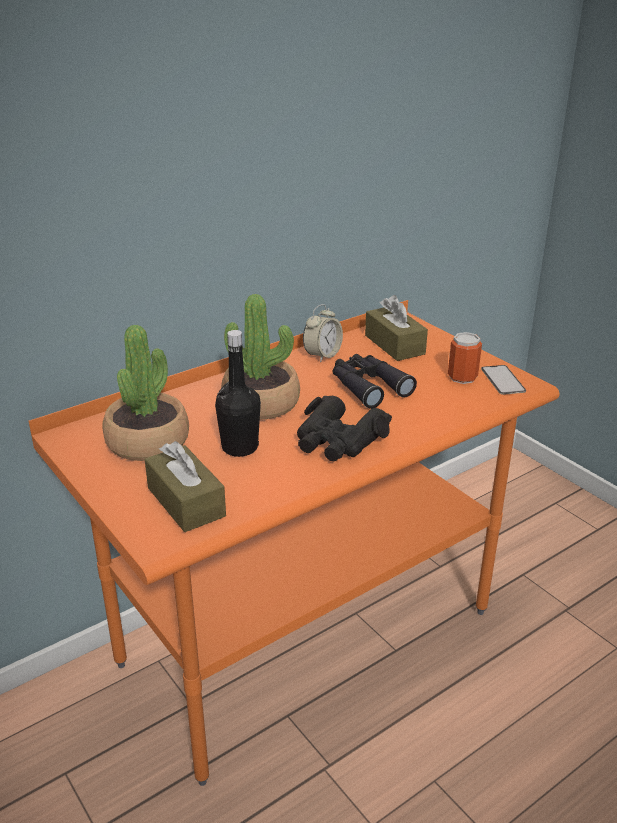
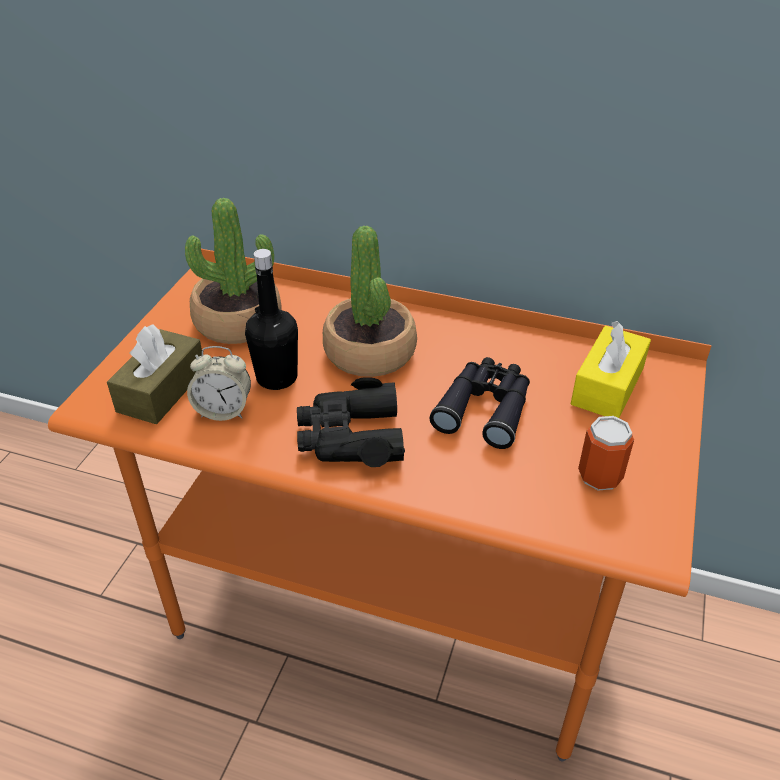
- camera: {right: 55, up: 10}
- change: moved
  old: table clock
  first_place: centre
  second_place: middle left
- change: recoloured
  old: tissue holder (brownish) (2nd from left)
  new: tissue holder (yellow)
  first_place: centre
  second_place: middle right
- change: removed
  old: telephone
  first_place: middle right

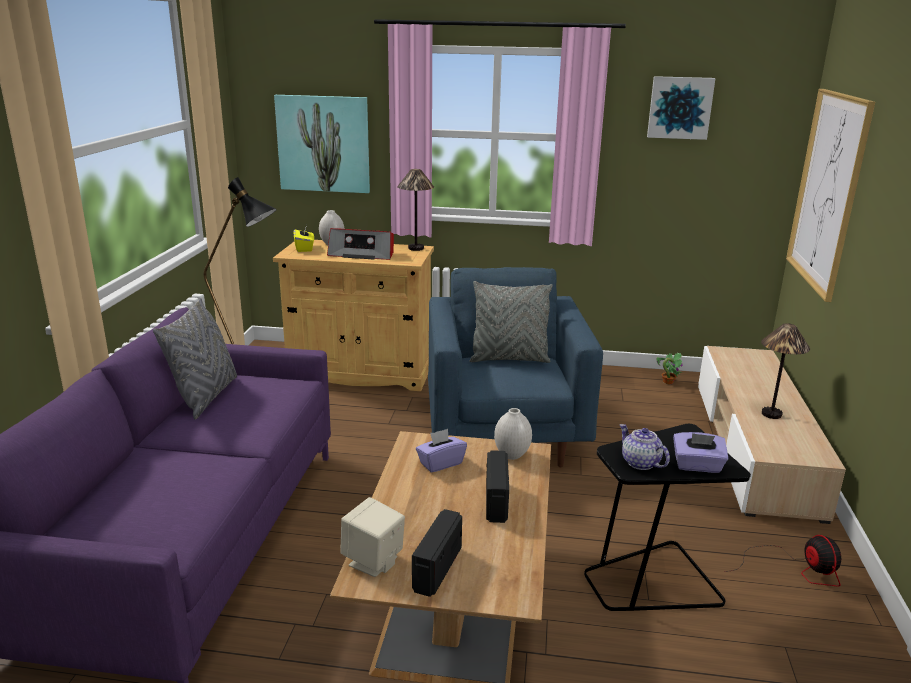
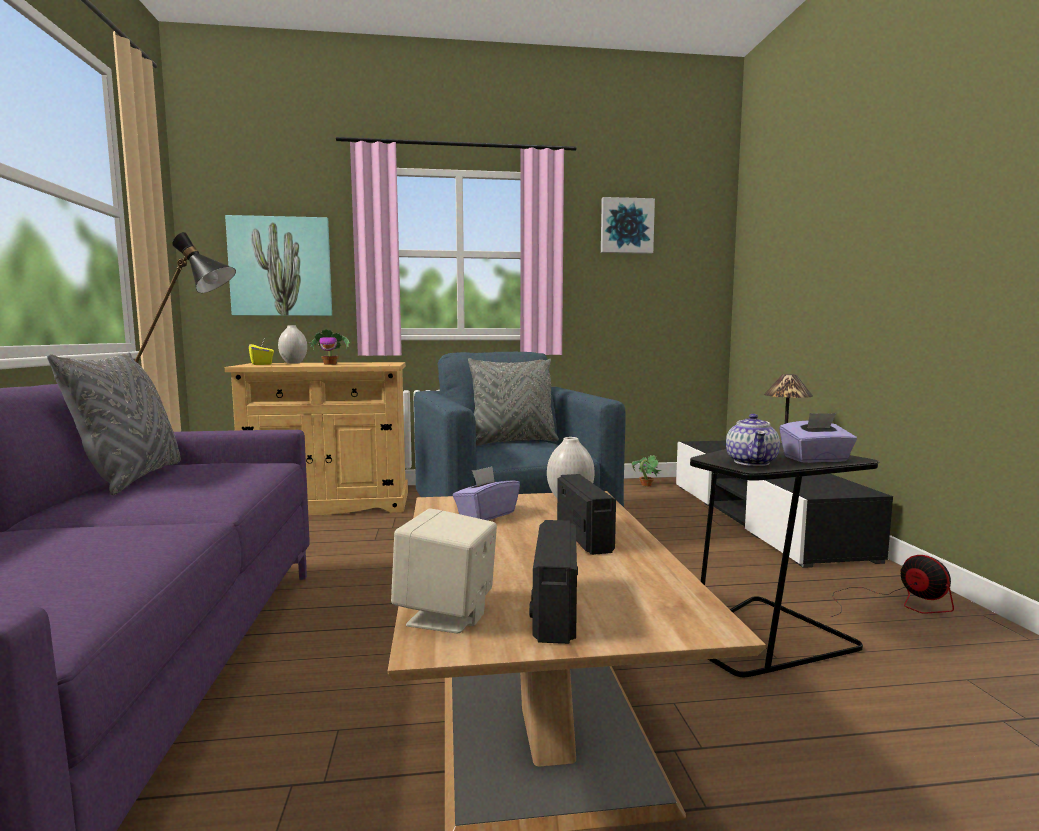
- camera: {right: -15, up: -15}
- change: replaced
  old: radio (1st from left)
  new: potted plant (1st from left)
  first_place: centre
  second_place: middle left
- change: recoloured
  old: tv stand (beige-coloured)
  new: tv stand (blackish)
  first_place: middle right
  second_place: middle right
- change: turned
  old: pot for tea
  first_place: middle right
  second_place: middle right
  degrees: -120
- change: removed
  old: lamp for a table (1st from left)
  first_place: top centre
- change: removed
  old: wall art (3rd from left)
  first_place: top right

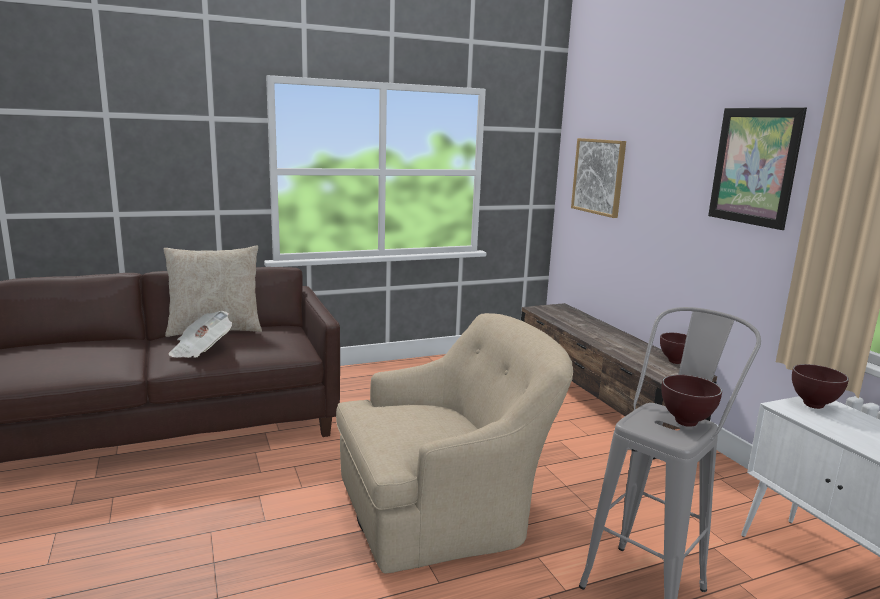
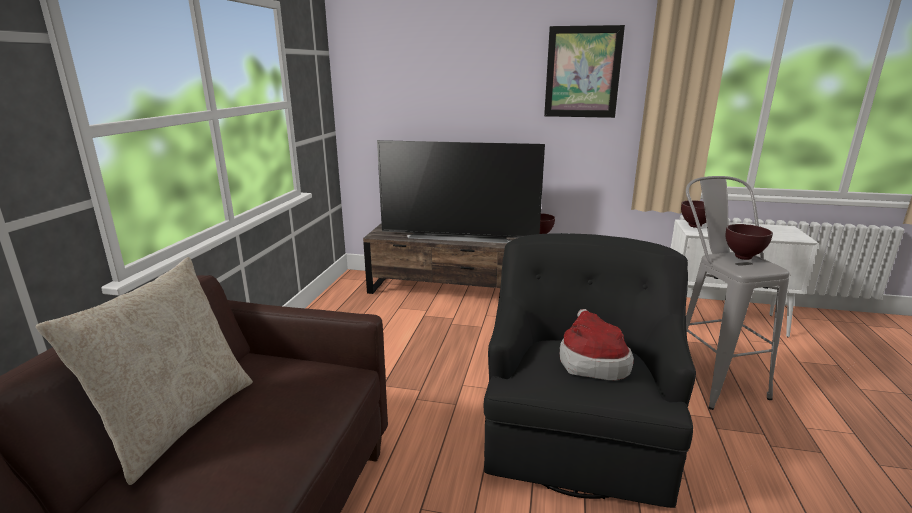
- camera: {right: -55, up: 5}
- change: added
  new: TV
  second_place: centre
- change: recoloured
  old: lounge chair (beige-coloured)
  new: lounge chair (blackish)
  first_place: bottom centre
  second_place: bottom centre
- change: added
  new: wearable hat
  second_place: bottom centre
- change: removed
  old: daily paper
  first_place: middle left
- change: removed
  old: wall art (1st from left)
  first_place: top right

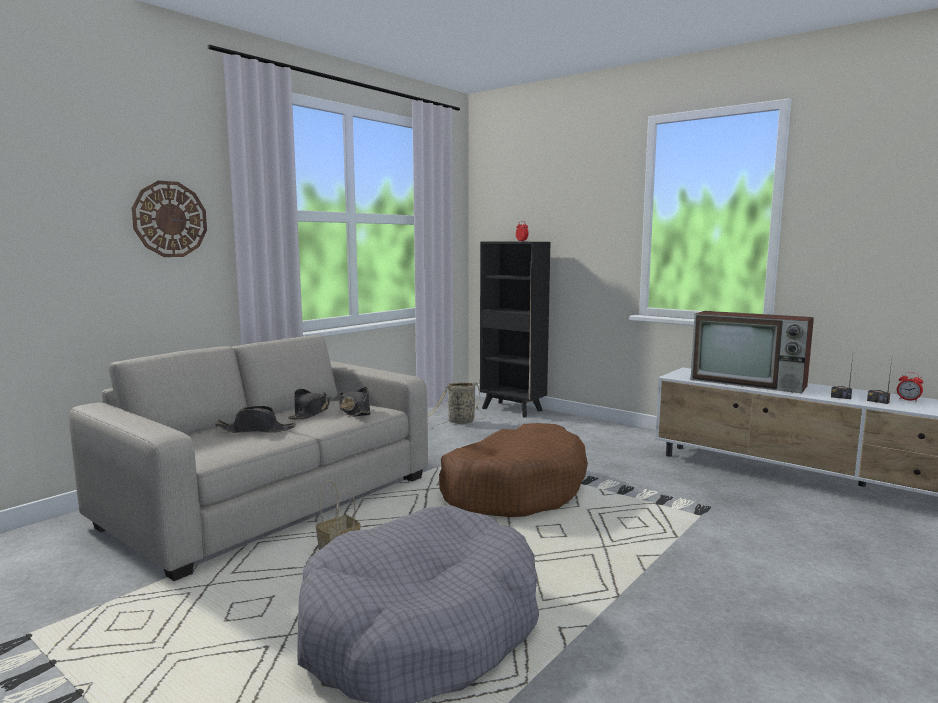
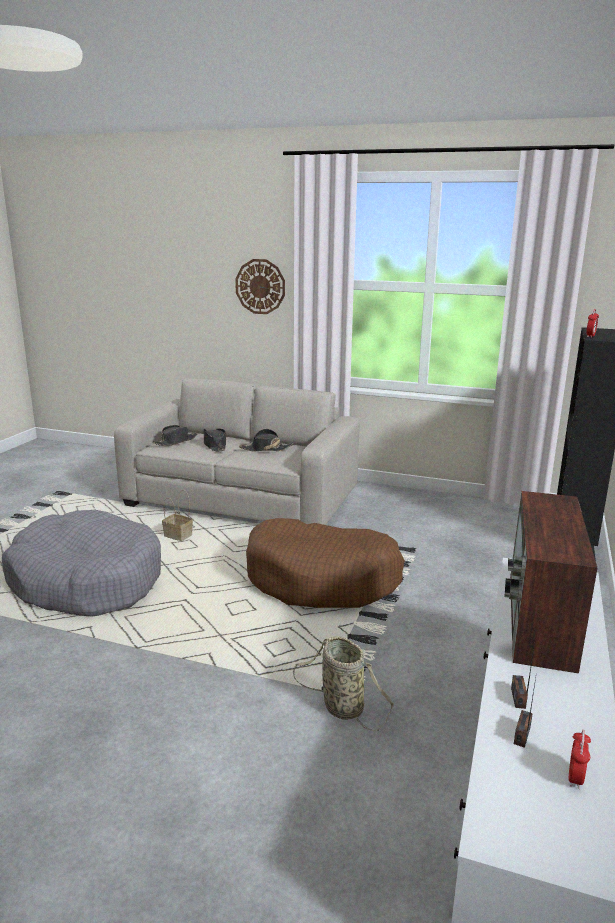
- camera: {right: 70, up: 10}
- change: moved
  old: wearable hat (blackish) (3rd from left in the first image)
  new: wearable hat (blackish) (1st from left)
  first_place: centre
  second_place: middle left
- change: moved
  old: household basket (2nd from left)
  first_place: centre
  second_place: bottom centre

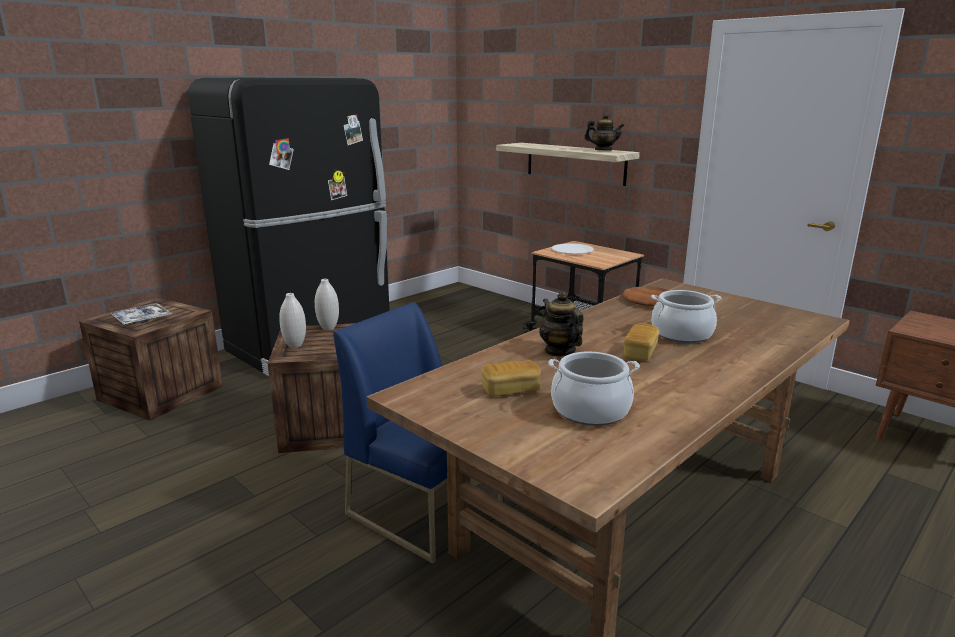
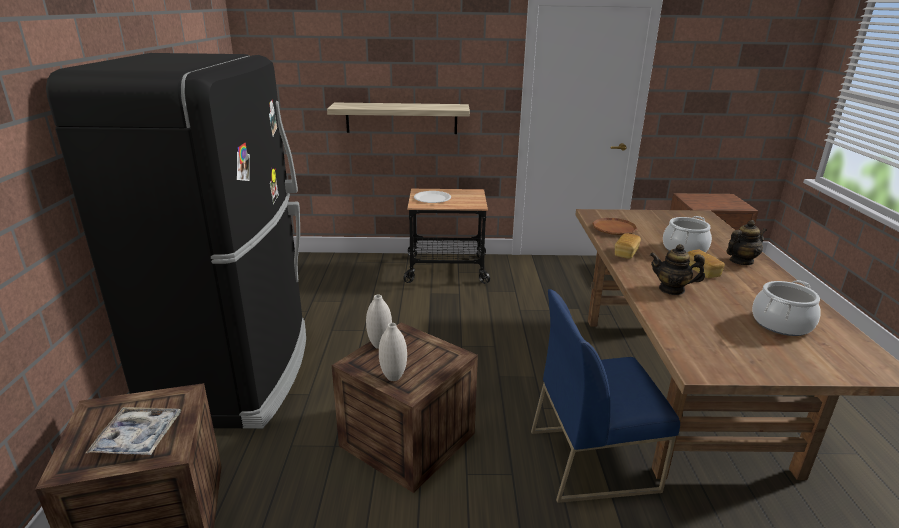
- camera: {right: -45, up: 5}
- change: moved
  old: bakery bread (1st from left)
  first_place: centre
  second_place: middle right
- change: moved
  old: pot for tea (2nd from left)
  first_place: top centre
  second_place: middle right

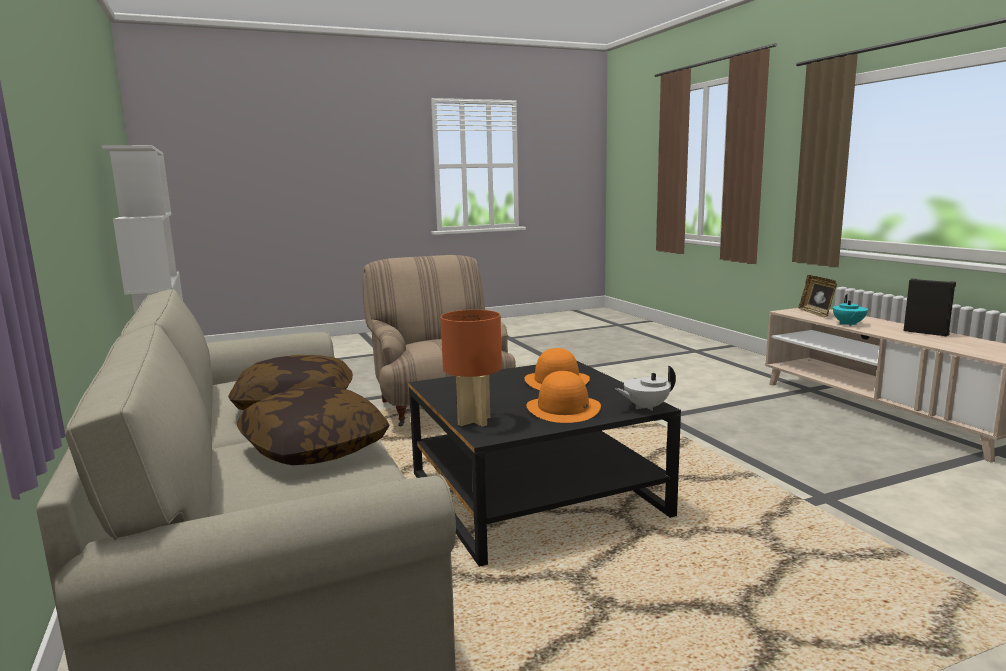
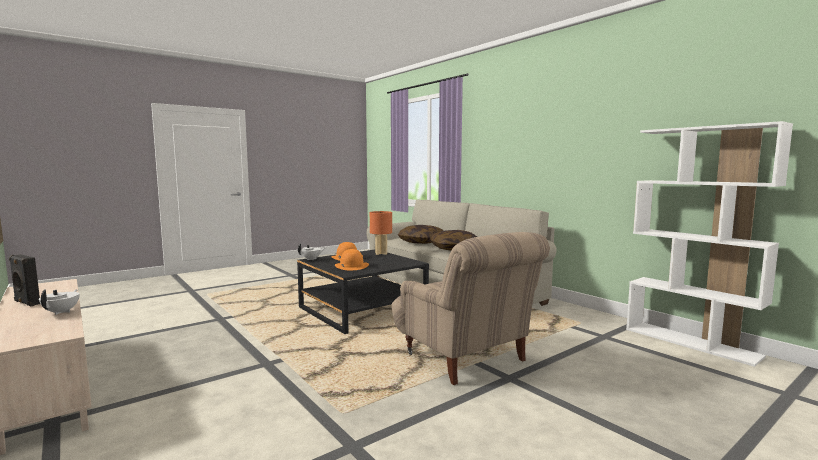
- camera: {right: 165, up: -5}
- change: recoloured
  old: pot for tea (turquoise)
  new: pot for tea (white) (1st from left)
  first_place: middle right
  second_place: middle left
- change: removed
  old: photo frame
  first_place: middle right

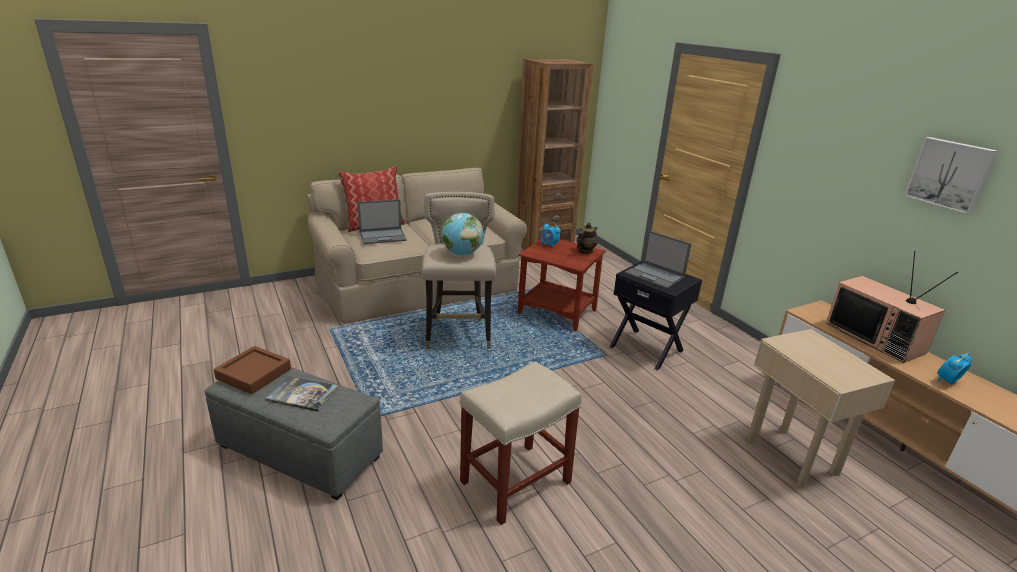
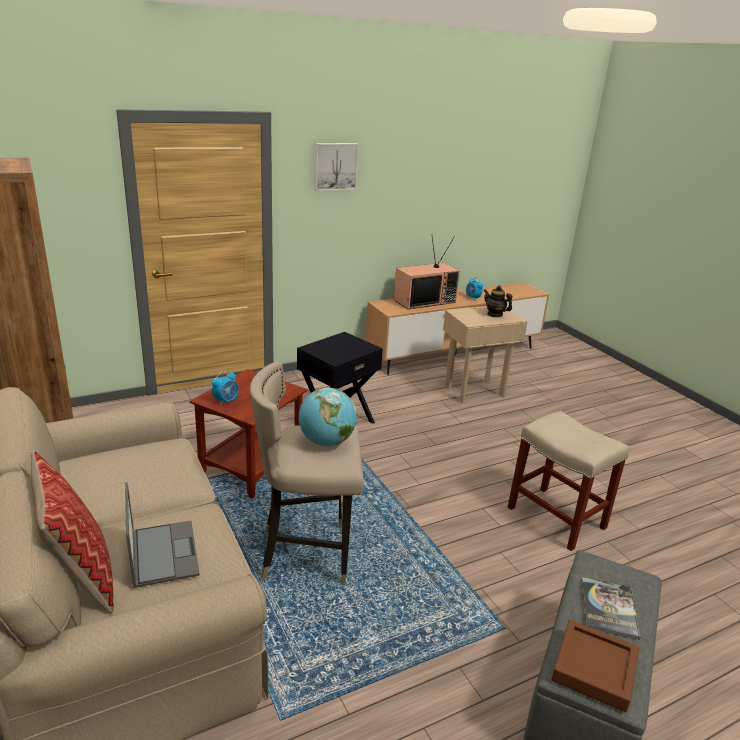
- camera: {right: -90, up: 0}
- change: moved
  old: wall art
  first_place: top right
  second_place: top centre
- change: moved
  old: pot for tea
  first_place: centre
  second_place: middle right
- change: removed
  old: portable computer (2nd from left)
  first_place: centre

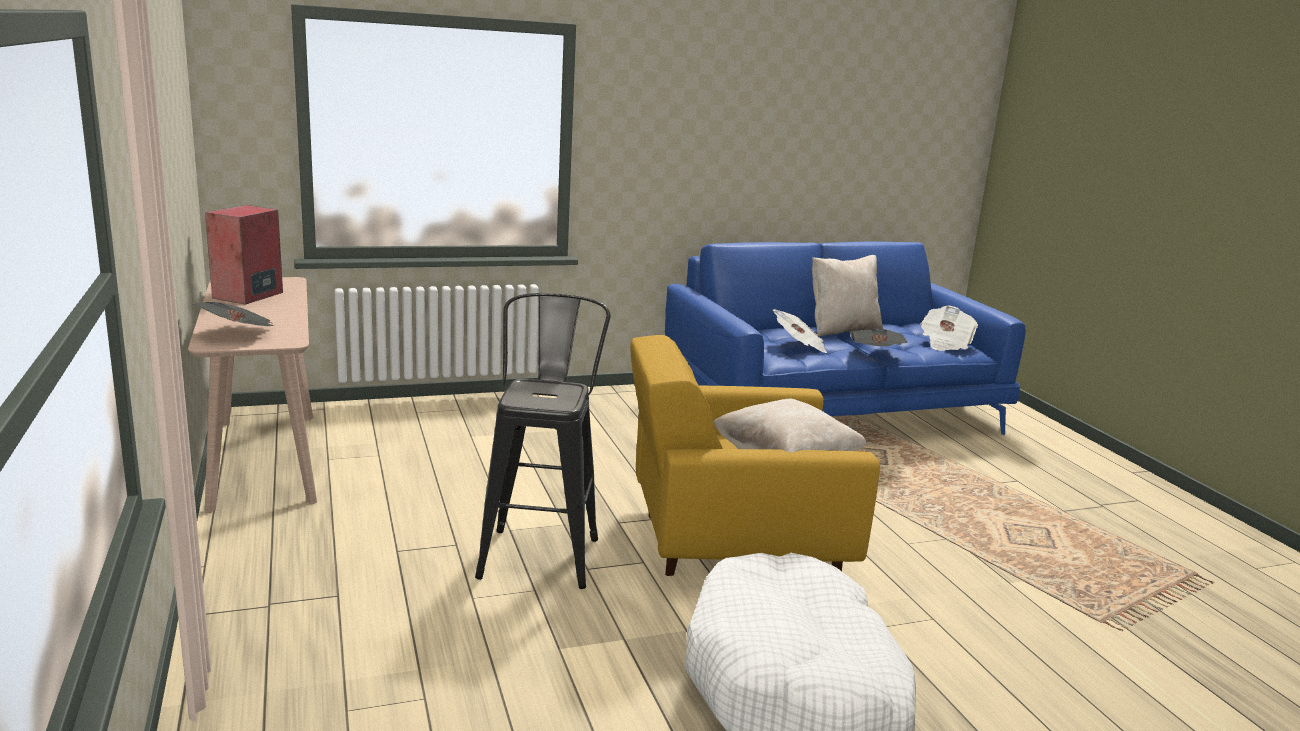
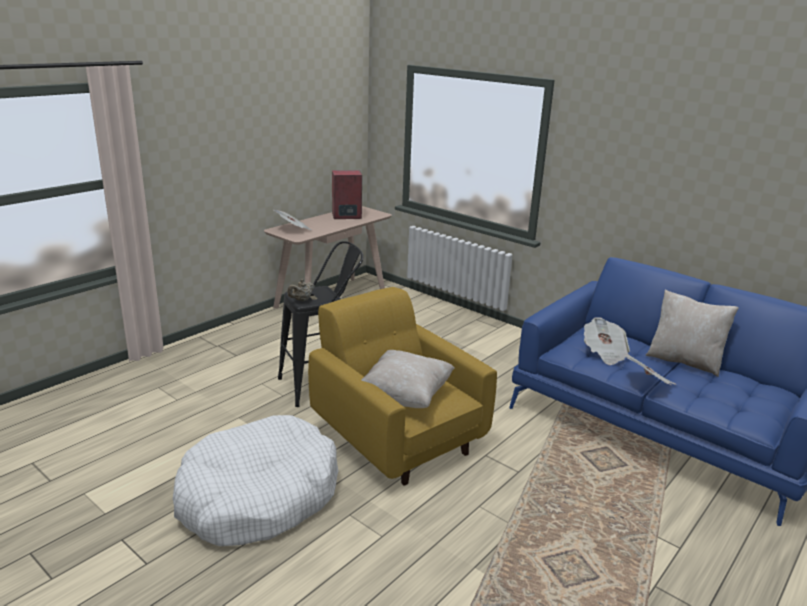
- camera: {right: 60, up: 5}
- change: added
  new: pot for tea (beige-coloured)
  second_place: centre
- change: removed
  old: daily paper (4th from left)
  first_place: middle right

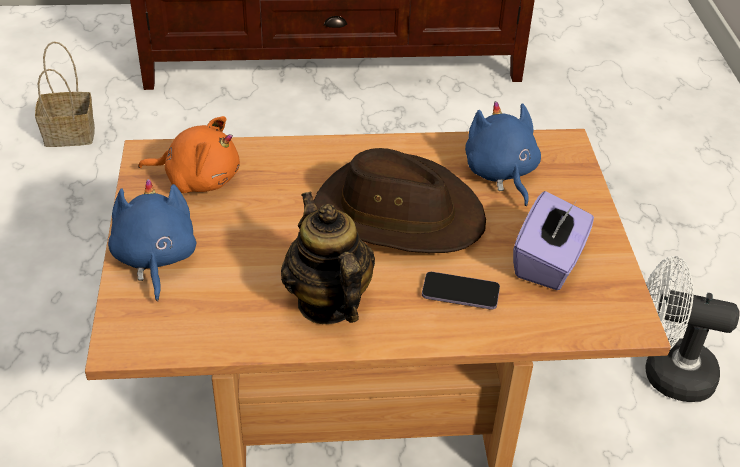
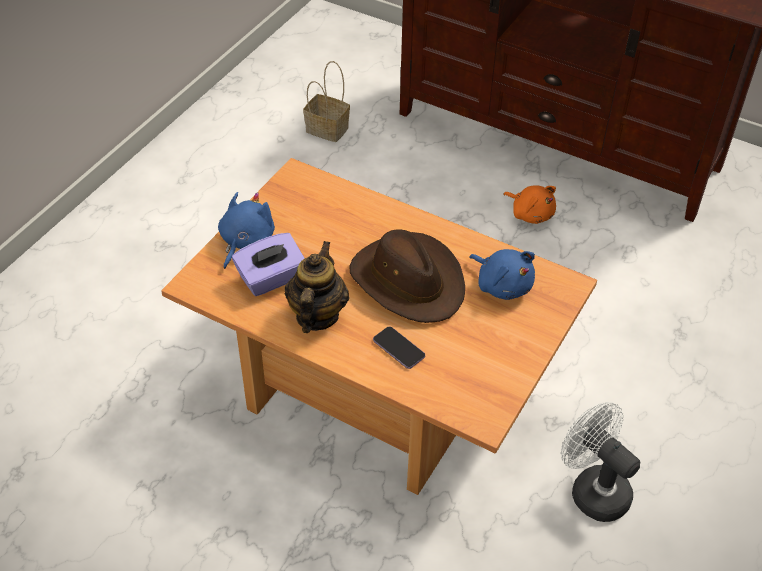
- camera: {right: 35, up: 5}
- change: moved
  old: tissue holder (purple)
  first_place: middle right
  second_place: centre
- change: turned
  old: plush toy (blue) (2nd from left)
  first_place: top right
  second_place: centre
  degrees: 120
- change: moved
  old: plush toy (orange)
  first_place: top left
  second_place: middle right

